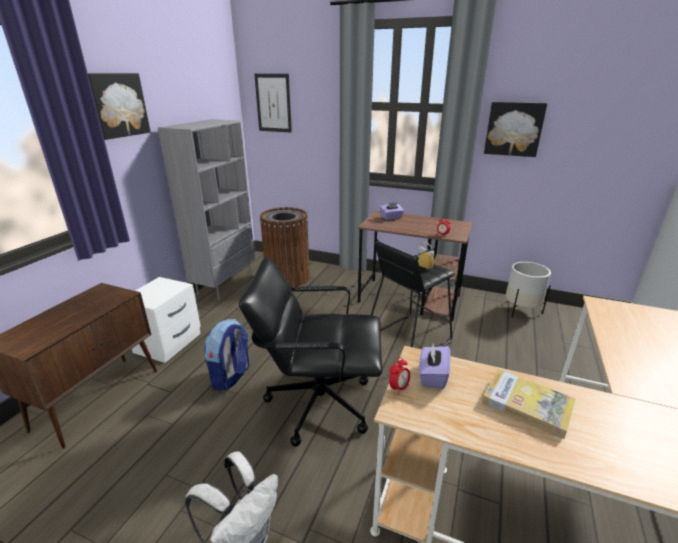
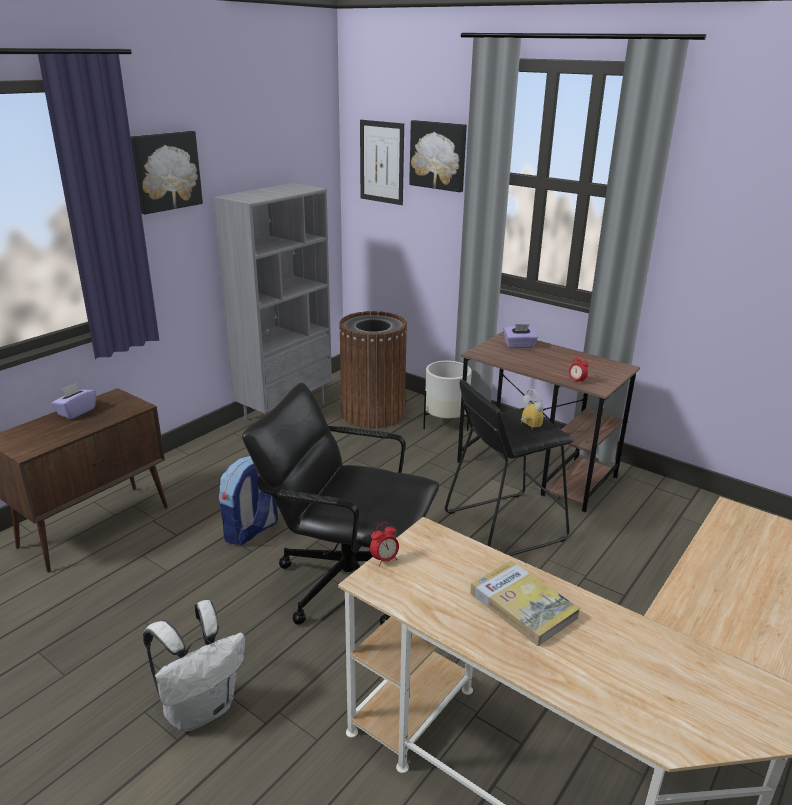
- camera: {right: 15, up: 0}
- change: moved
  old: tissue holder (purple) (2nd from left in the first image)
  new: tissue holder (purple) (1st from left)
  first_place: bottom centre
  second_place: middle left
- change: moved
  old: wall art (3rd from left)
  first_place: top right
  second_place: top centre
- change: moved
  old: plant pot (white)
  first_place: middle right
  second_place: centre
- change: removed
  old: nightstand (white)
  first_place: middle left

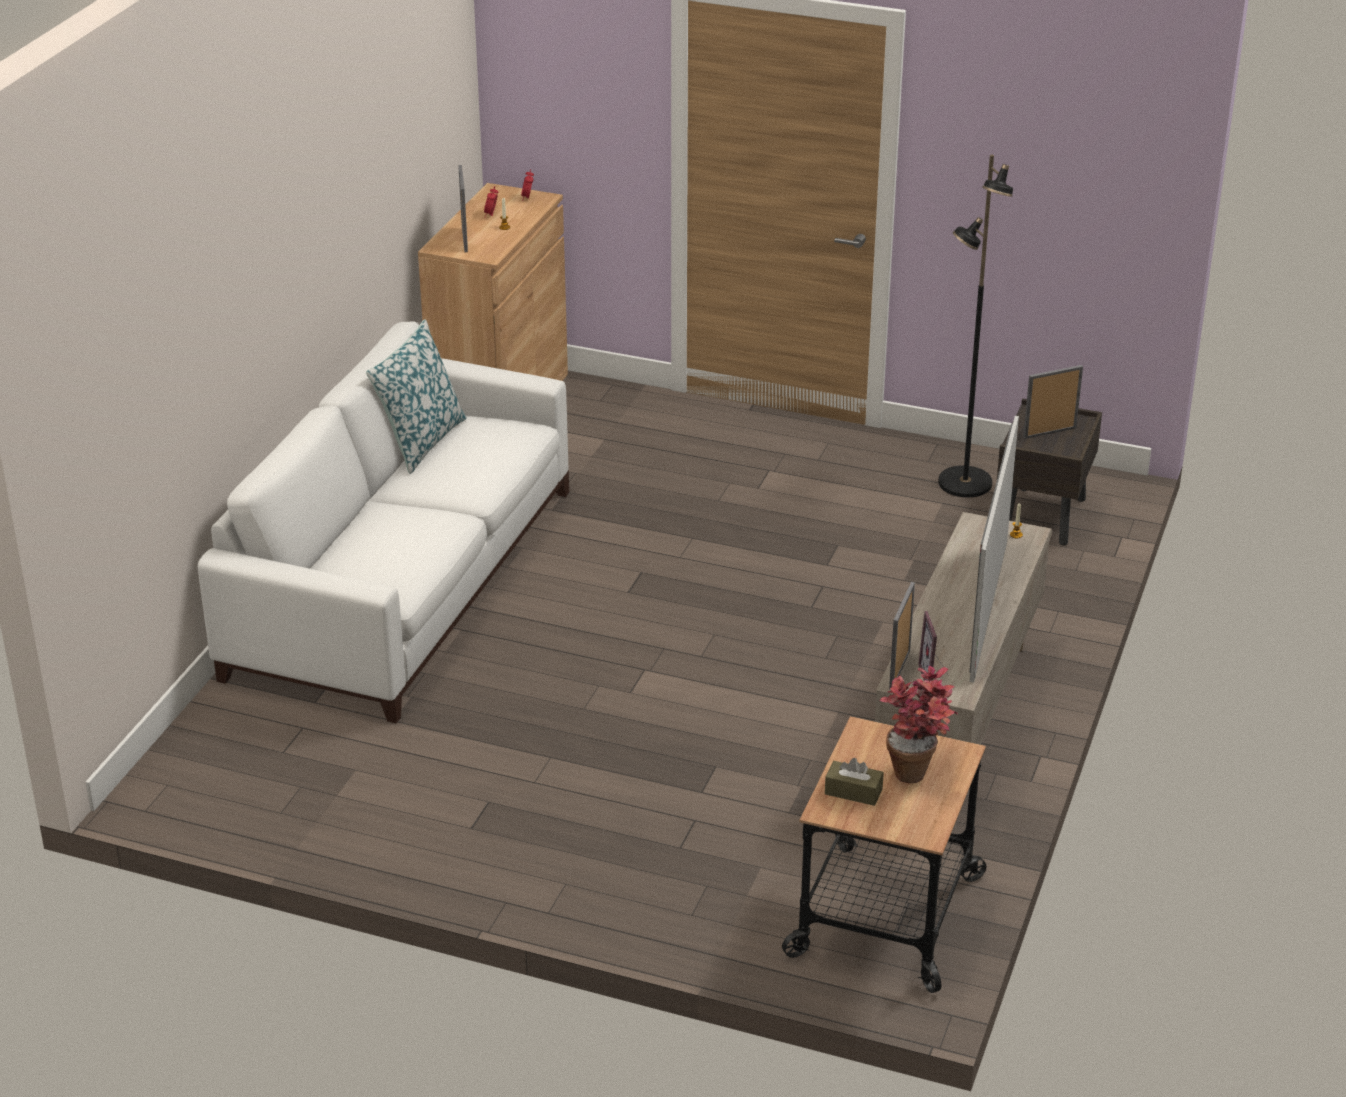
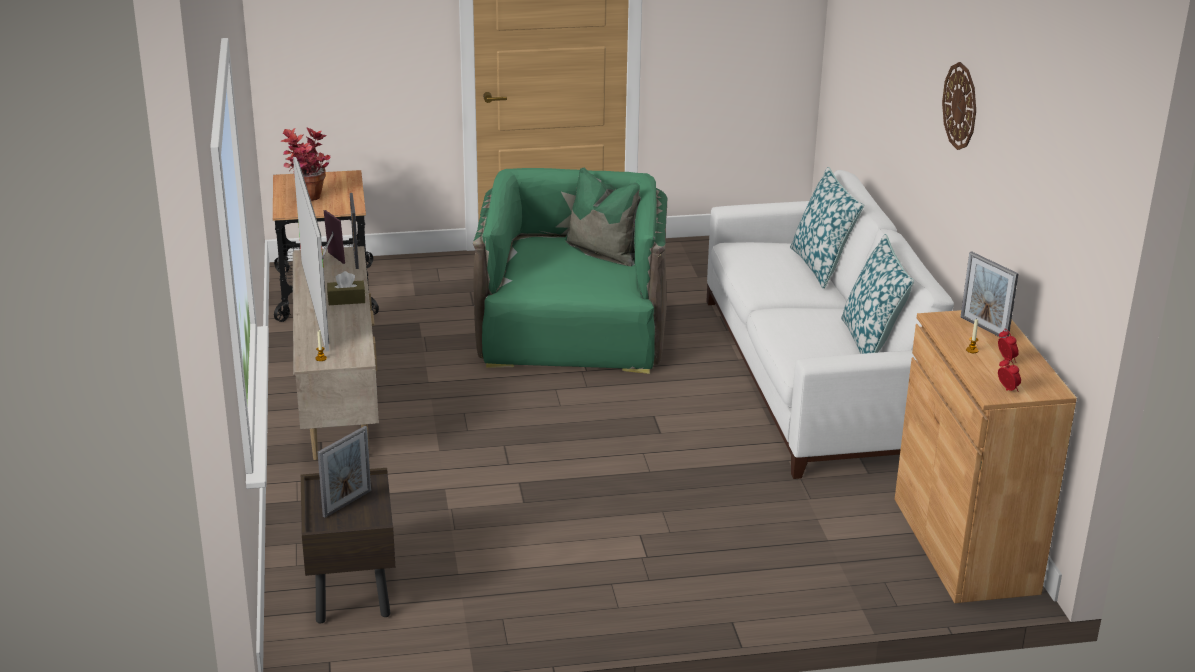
- camera: {right: 150, up: -5}
- change: moved
  old: tissue holder (brownish)
  first_place: bottom centre
  second_place: middle left
- change: added
  new: lounge chair (greenish)
  second_place: centre
- change: added
  new: cushion (1st from left)
  second_place: middle right
- change: added
  new: clock on the wall
  second_place: top right
- change: removed
  old: standing lamp (blackish)
  first_place: top right

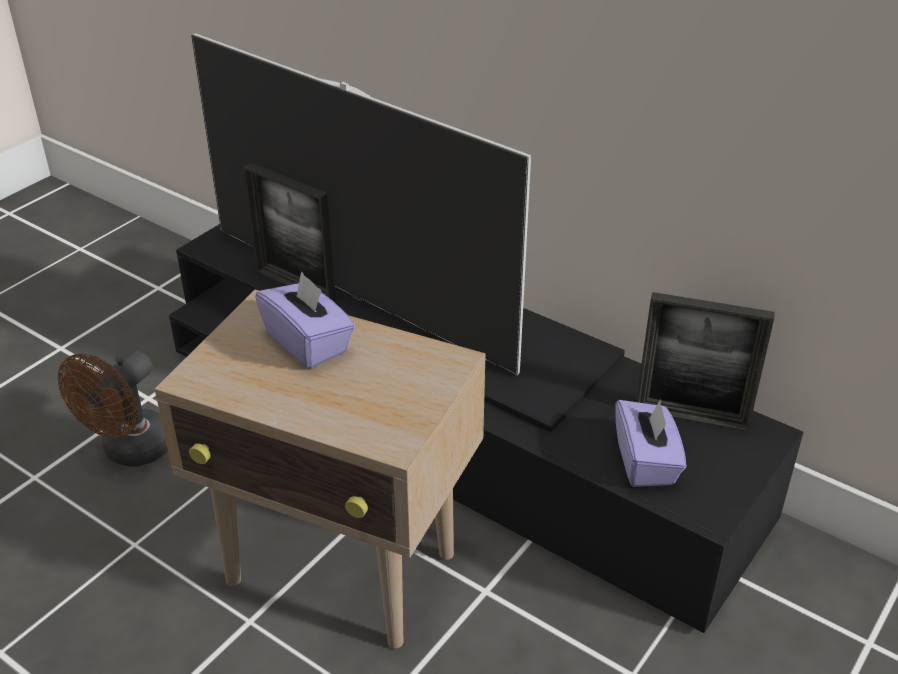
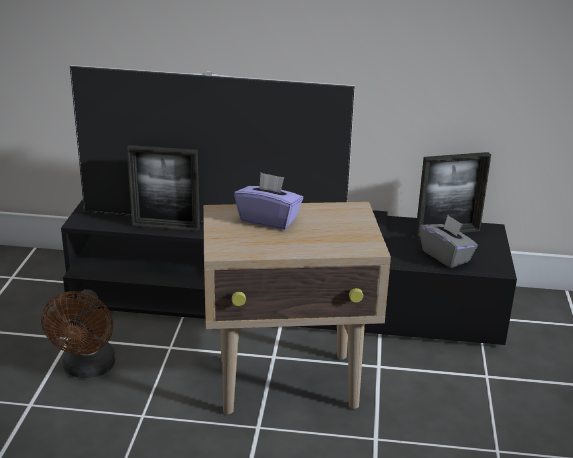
- camera: {right: -30, up: -10}
- change: recoloured
  old: tissue holder (purple) (2nd from left)
  new: tissue holder (greyish)
  first_place: middle right
  second_place: middle right

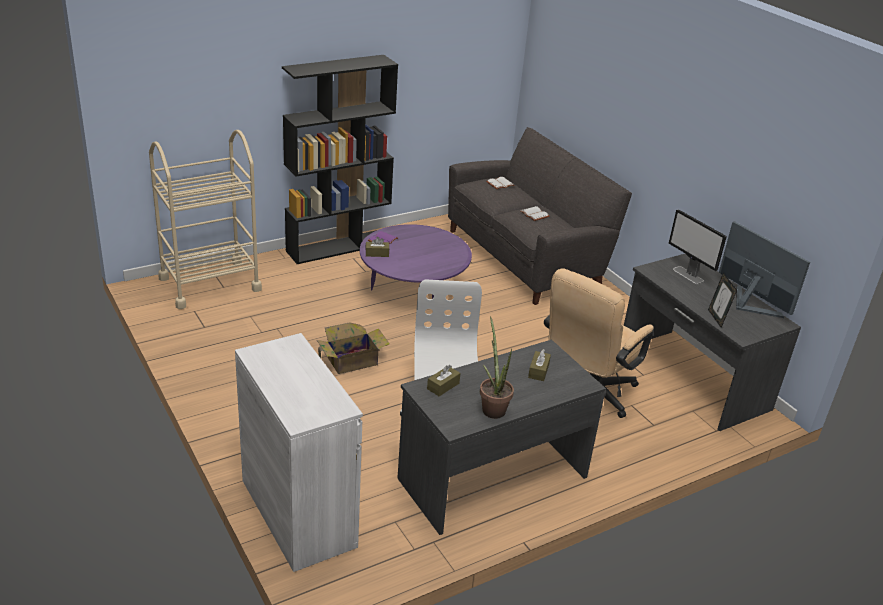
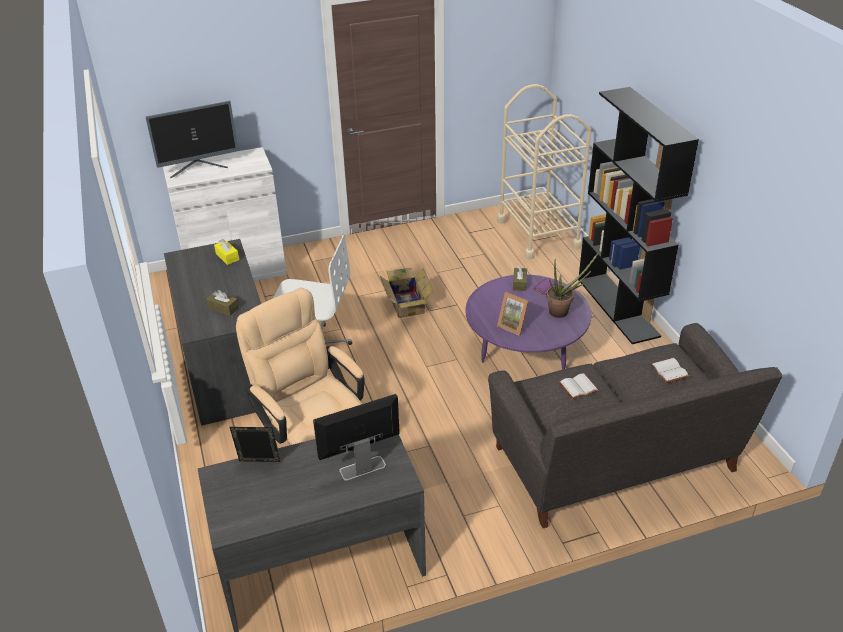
- camera: {right: 105, up: 5}
- change: moved
  old: computer display (2nd from left in the first image)
  new: computer display (1st from left)
  first_place: middle right
  second_place: top left
- change: recoloured
  old: tissue holder (brownish) (2nd from left)
  new: tissue holder (yellow)
  first_place: centre
  second_place: middle left
- change: added
  new: photo frame (2nd from left)
  second_place: centre
- change: moved
  old: potted plant
  first_place: centre
  second_place: middle right

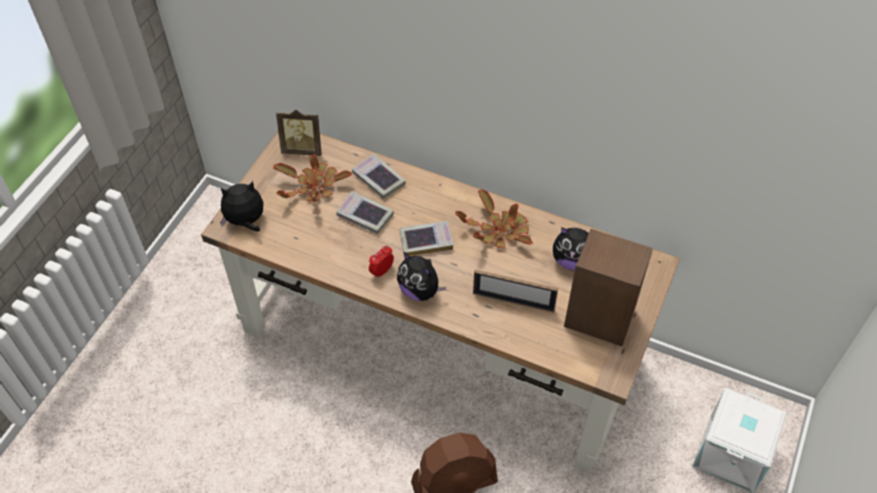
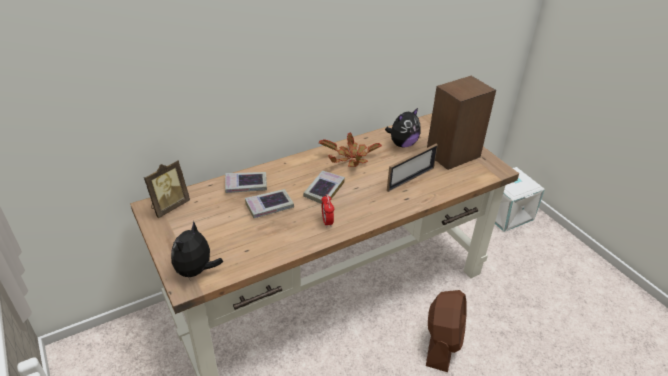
- camera: {right: -55, up: -15}
- change: removed
  old: potted plant (1st from left)
  first_place: centre
- change: removed
  old: plush toy (2nd from left)
  first_place: centre

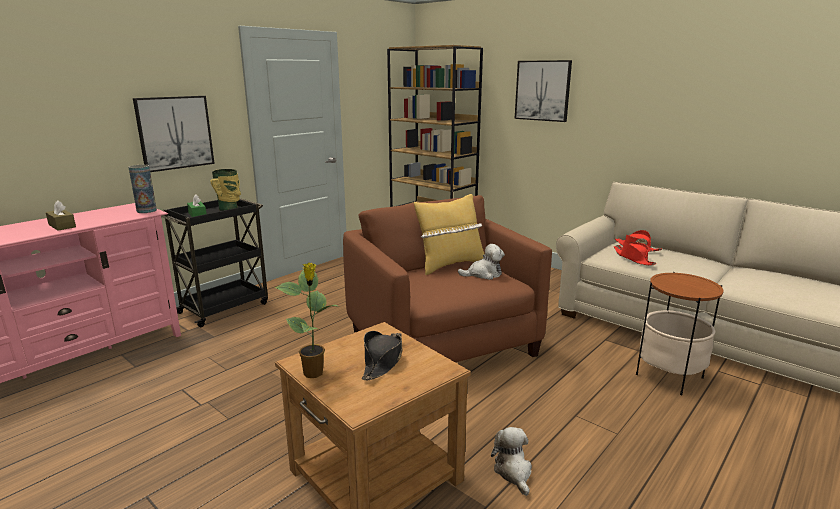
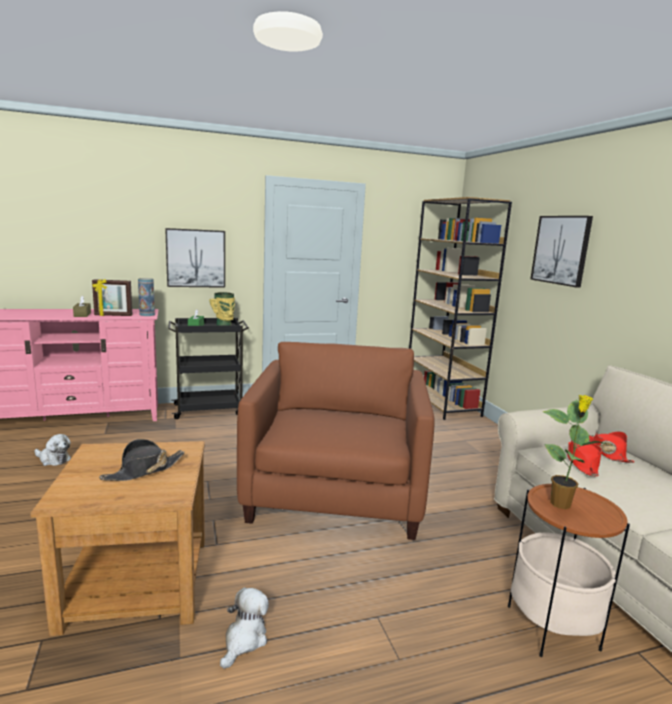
- camera: {right: 30, up: -5}
- change: moved
  old: plush toy (1st from left)
  first_place: centre
  second_place: middle left
- change: added
  new: photo frame
  second_place: middle left
- change: moved
  old: potted plant
  first_place: centre
  second_place: middle right
- change: removed
  old: cushion (yellow)
  first_place: centre

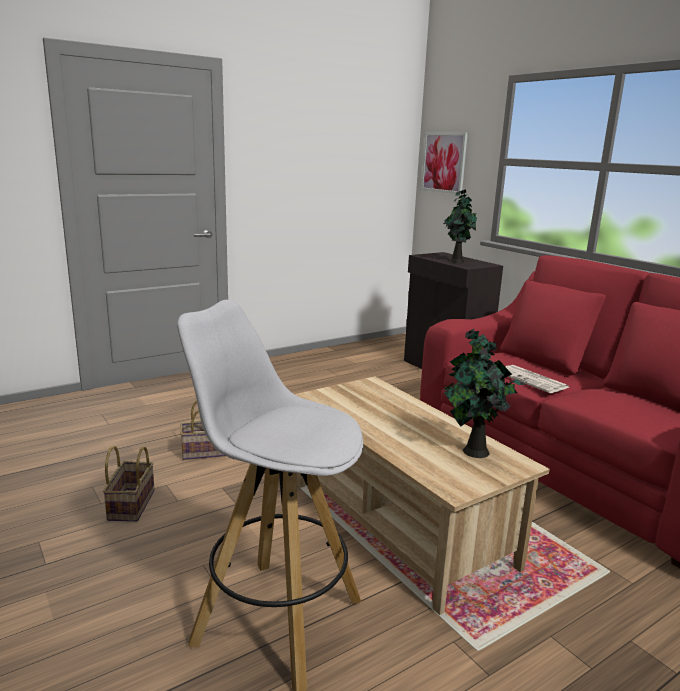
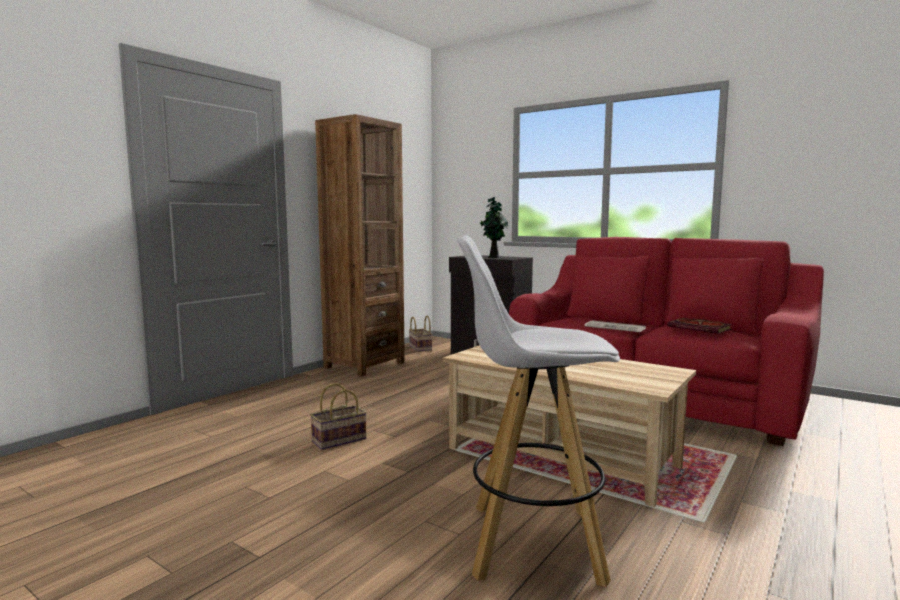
- camera: {right: -20, up: -10}
- change: added
  new: bookcase (brownish)
  second_place: centre
- change: moved
  old: household basket (1st from left in the first image)
  new: household basket (2nd from left)
  first_place: bottom left
  second_place: centre
- change: added
  new: bound book
  second_place: middle right
- change: removed
  old: wall art
  first_place: top centre
- change: removed
  old: potted plant (2nd from left)
  first_place: middle right

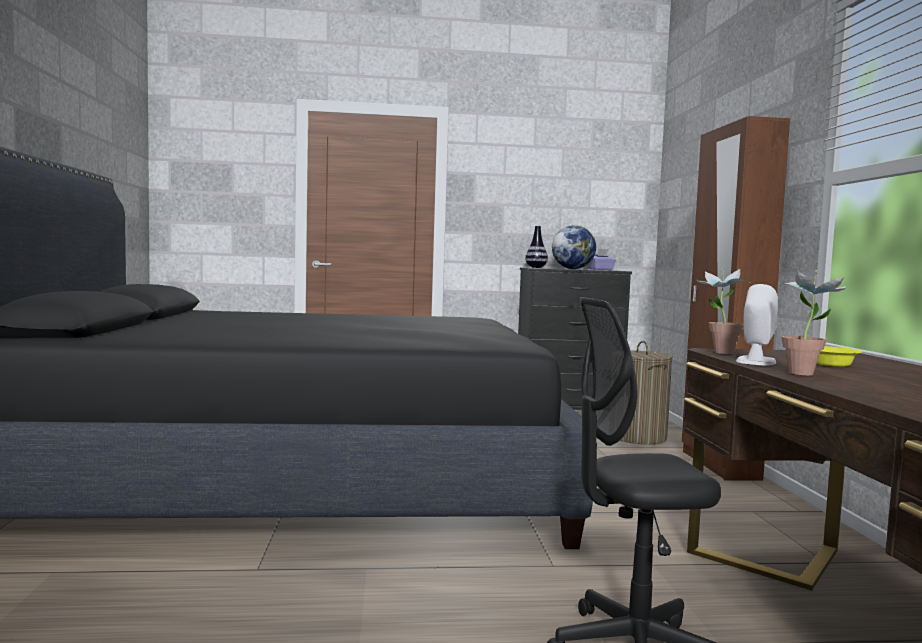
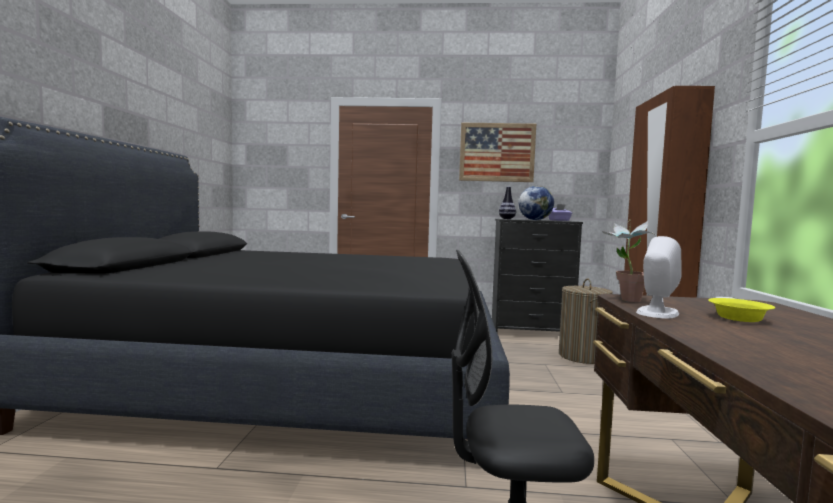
- camera: {right: 10, up: 0}
- change: added
  new: wall art
  second_place: top centre
- change: removed
  old: potted plant (2nd from left)
  first_place: middle right

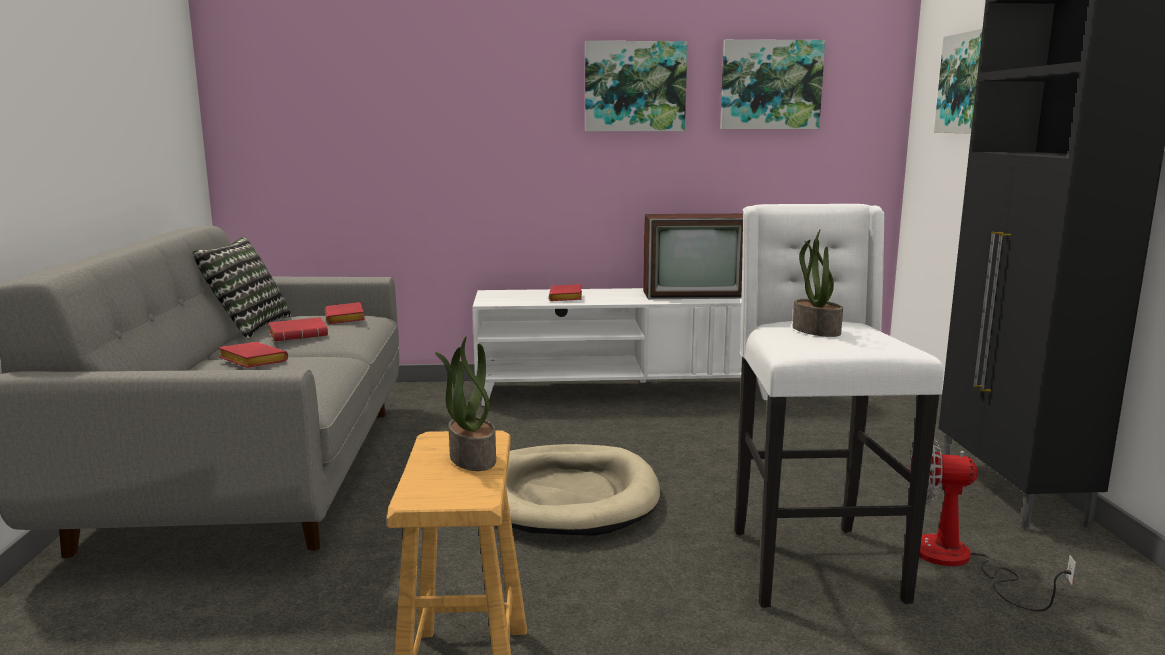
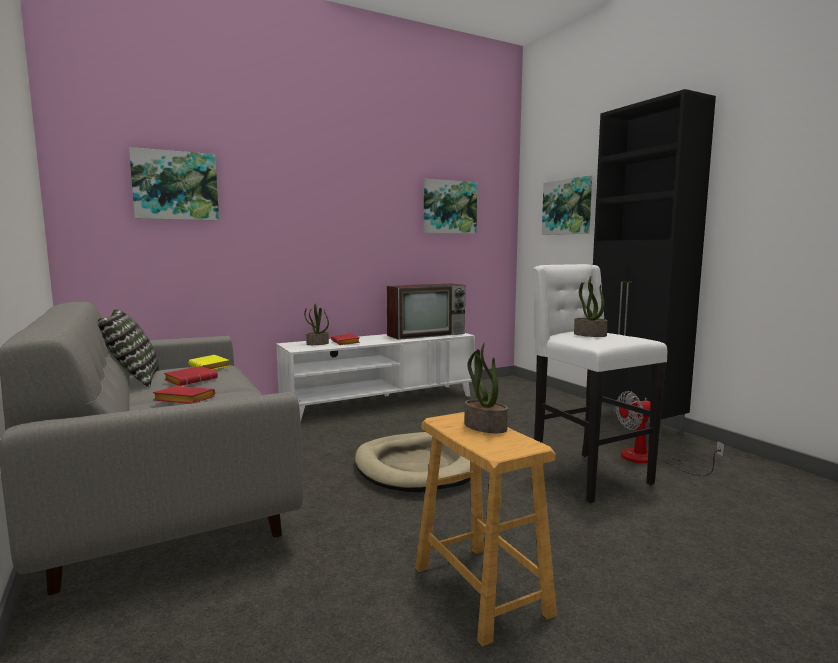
- camera: {right: -25, up: -5}
- change: moved
  old: wall art (1st from left)
  first_place: top centre
  second_place: top left
- change: recoloured
  old: bound book (red) (3rd from left)
  new: bound book (yellow)
  first_place: middle left
  second_place: middle left
- change: added
  new: potted plant (1st from left)
  second_place: centre

